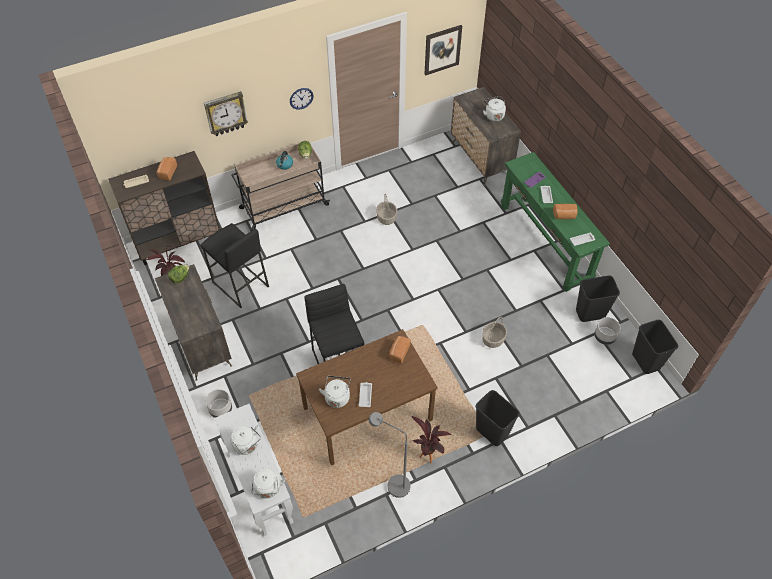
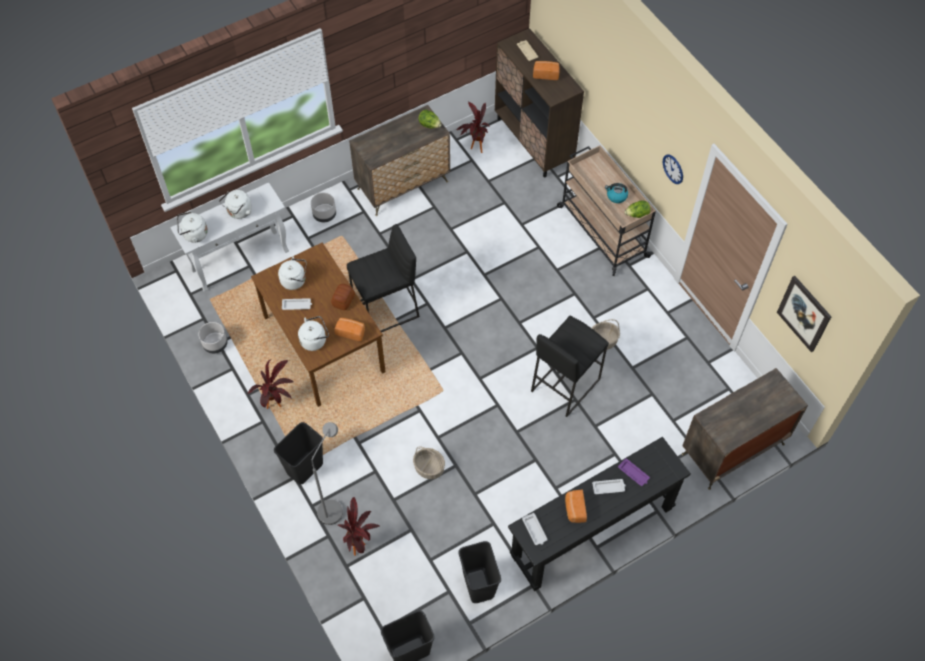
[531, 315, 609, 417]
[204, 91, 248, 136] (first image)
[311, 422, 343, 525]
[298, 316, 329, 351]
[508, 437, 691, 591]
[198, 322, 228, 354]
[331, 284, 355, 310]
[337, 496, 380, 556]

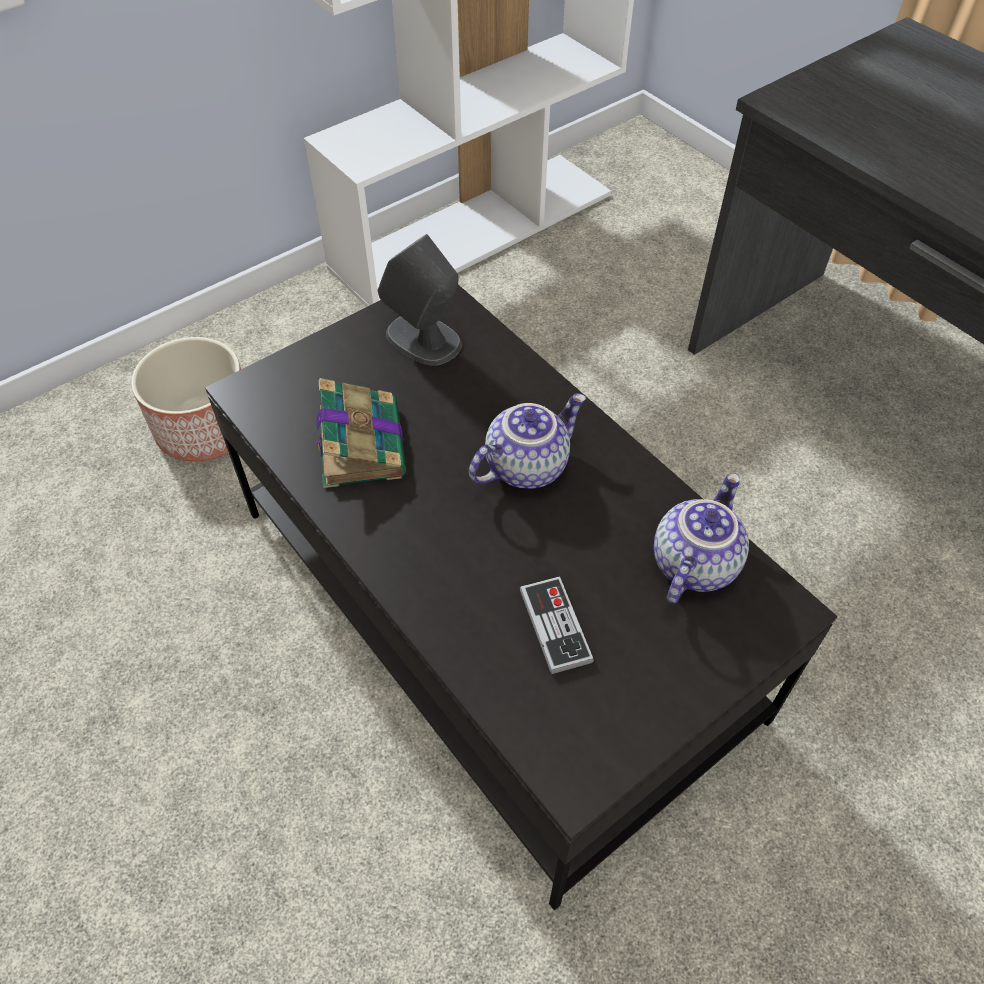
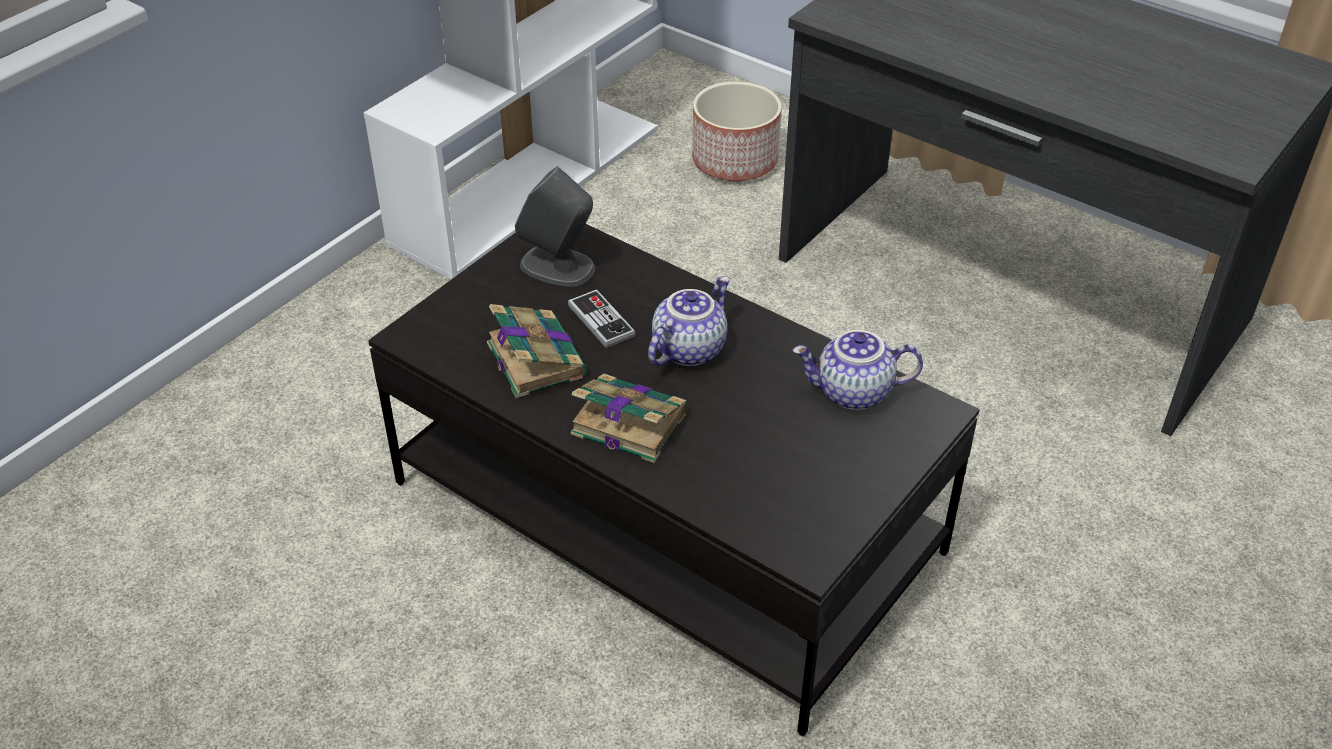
[692, 81, 782, 181]
[568, 289, 636, 348]
[793, 330, 923, 410]
[571, 374, 687, 463]

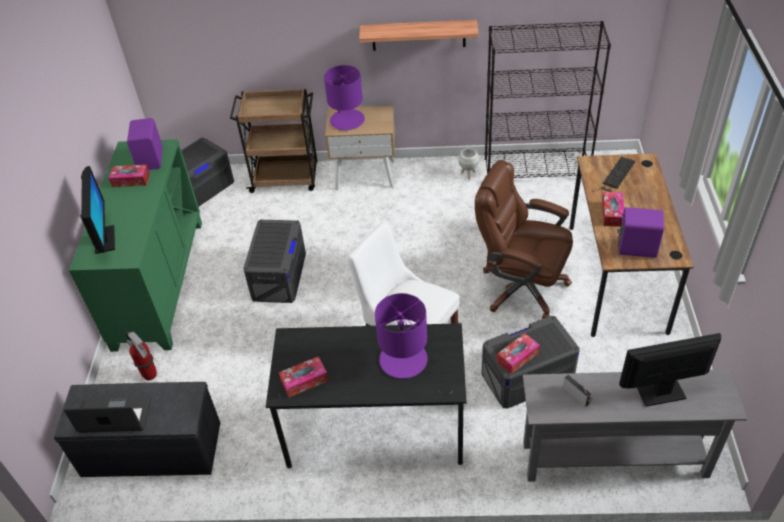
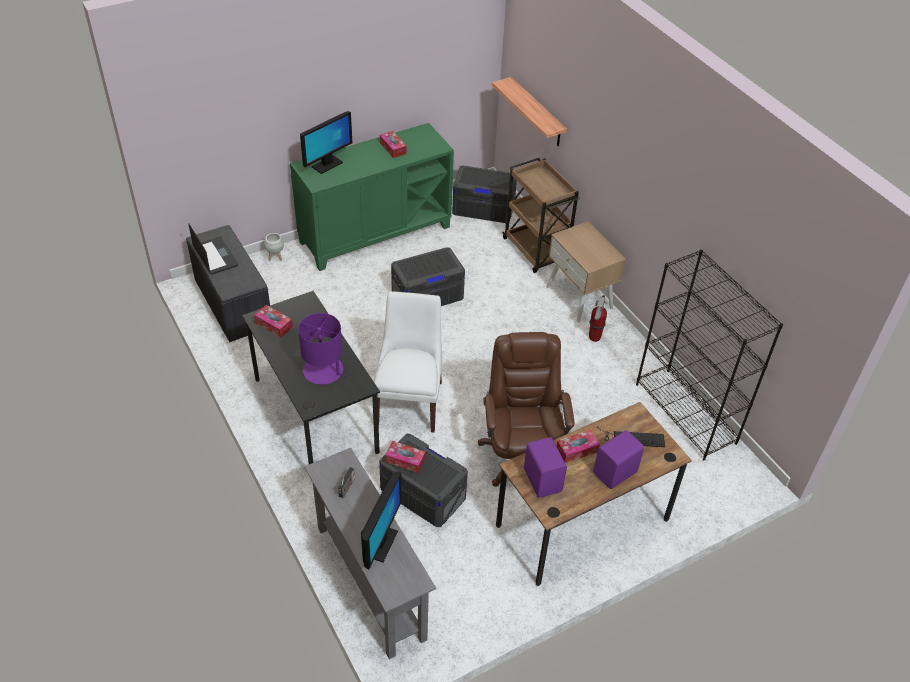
[589, 295, 607, 342]
[593, 430, 644, 489]
[324, 65, 365, 130] (first image)
[492, 77, 567, 146]
[264, 233, 284, 261]
[361, 471, 402, 569]

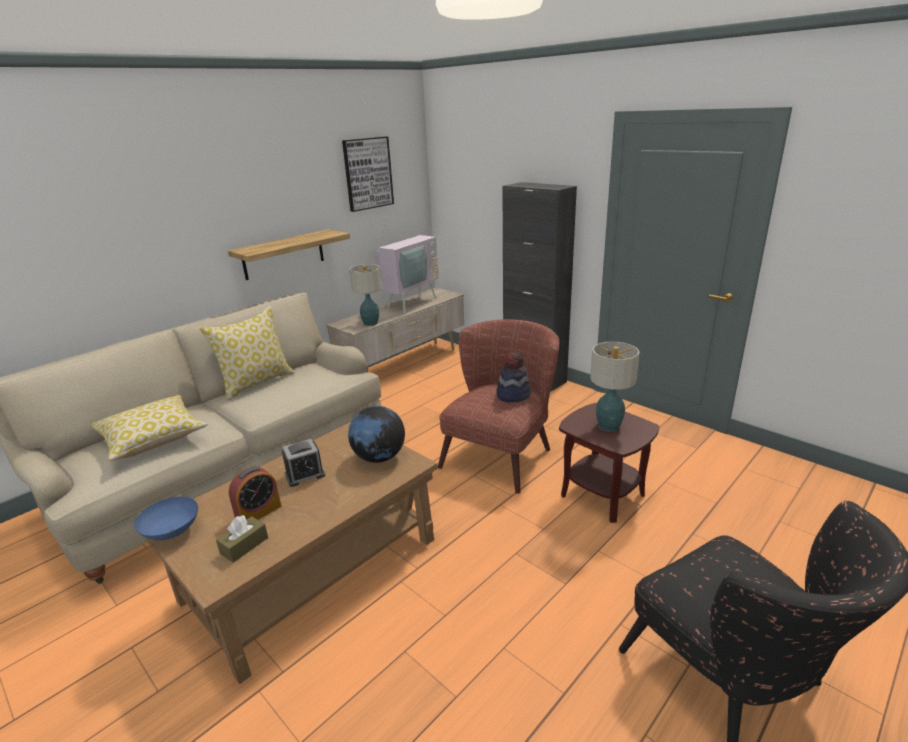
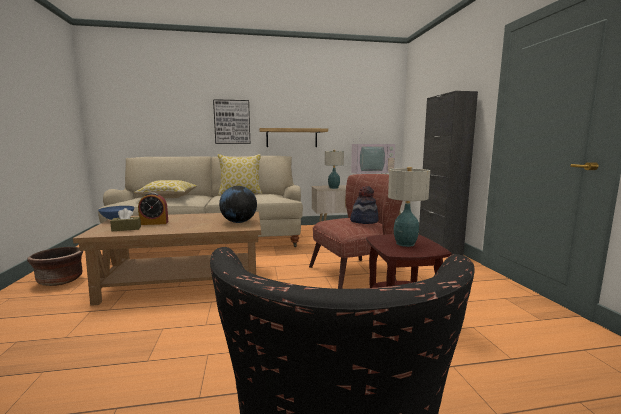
[282, 439, 325, 487] (first image)
[213, 99, 250, 144]
[27, 247, 83, 286]

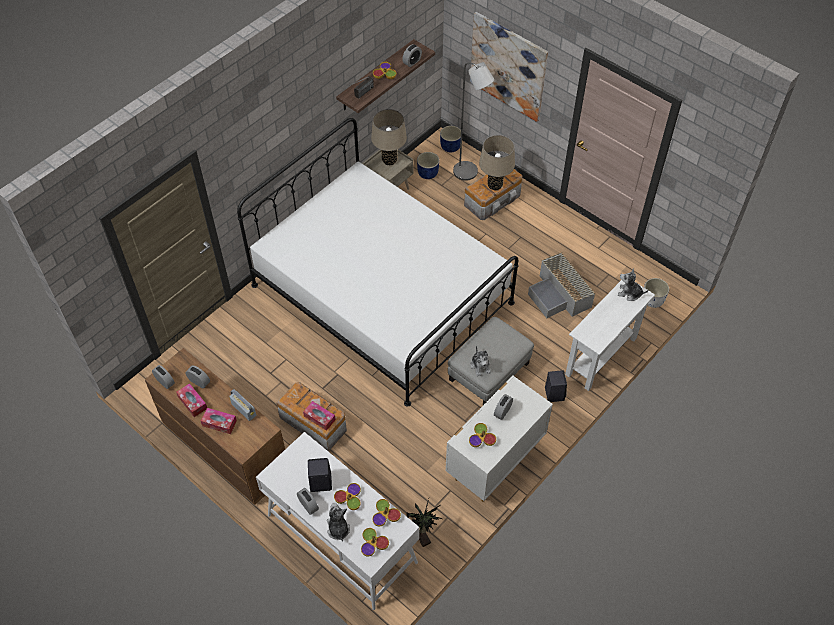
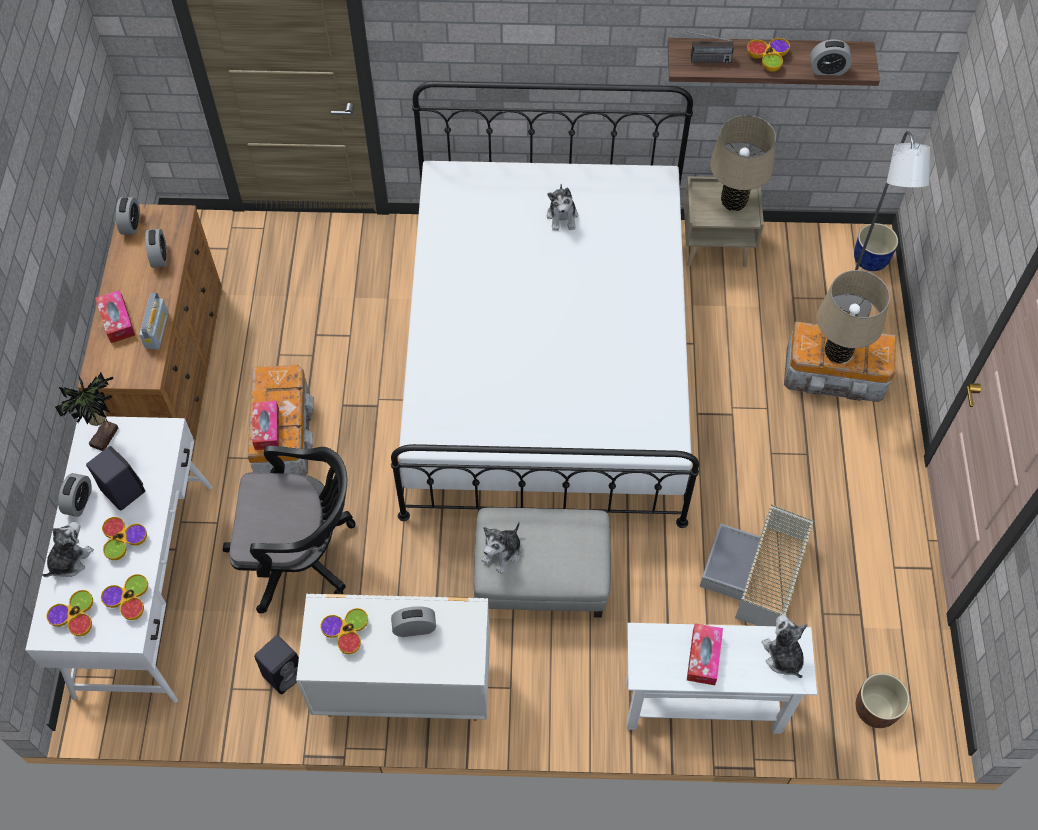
[687, 623, 723, 685]
[55, 373, 118, 451]
[417, 152, 439, 179] (first image)
[470, 12, 548, 122] (first image)
[254, 635, 299, 694]
[856, 673, 910, 728]
[223, 446, 356, 614]
[547, 184, 578, 231]

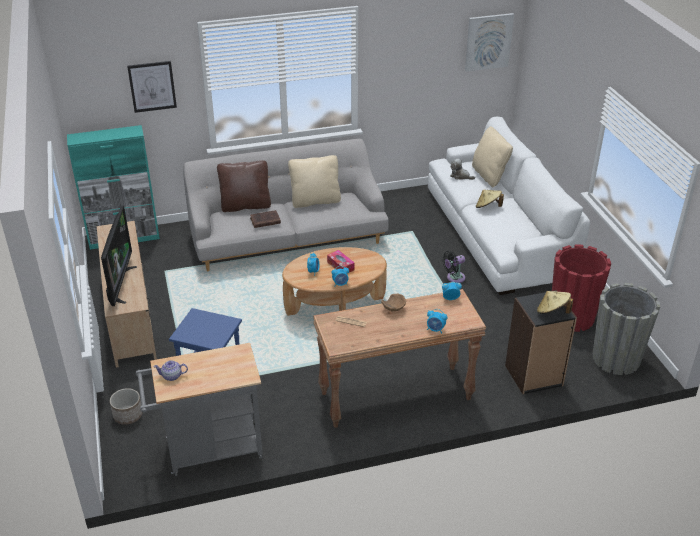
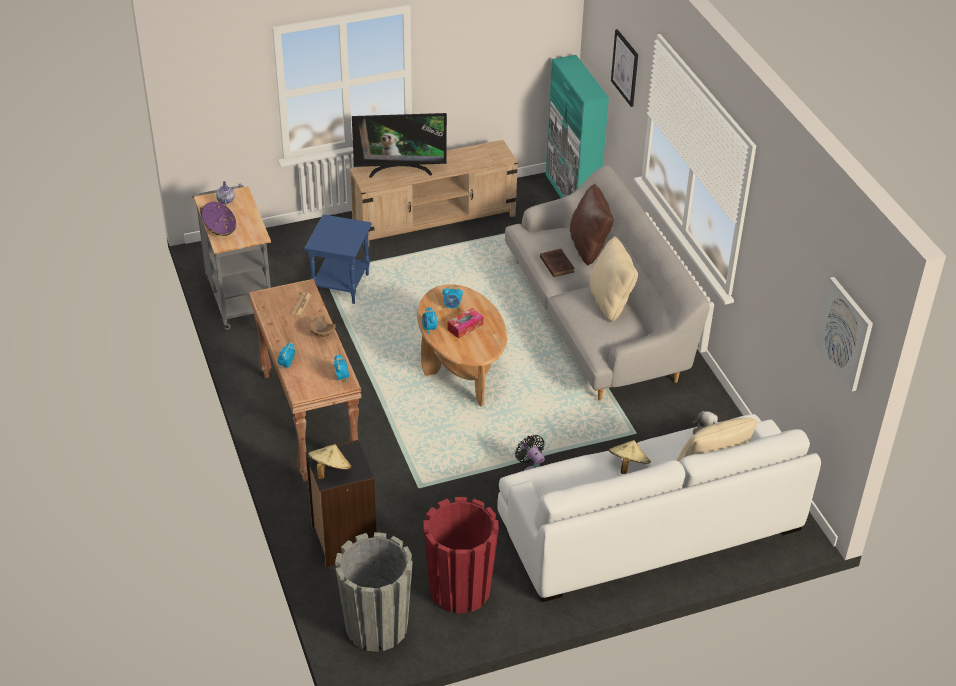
[110, 388, 143, 425] (first image)
[200, 202, 236, 236]

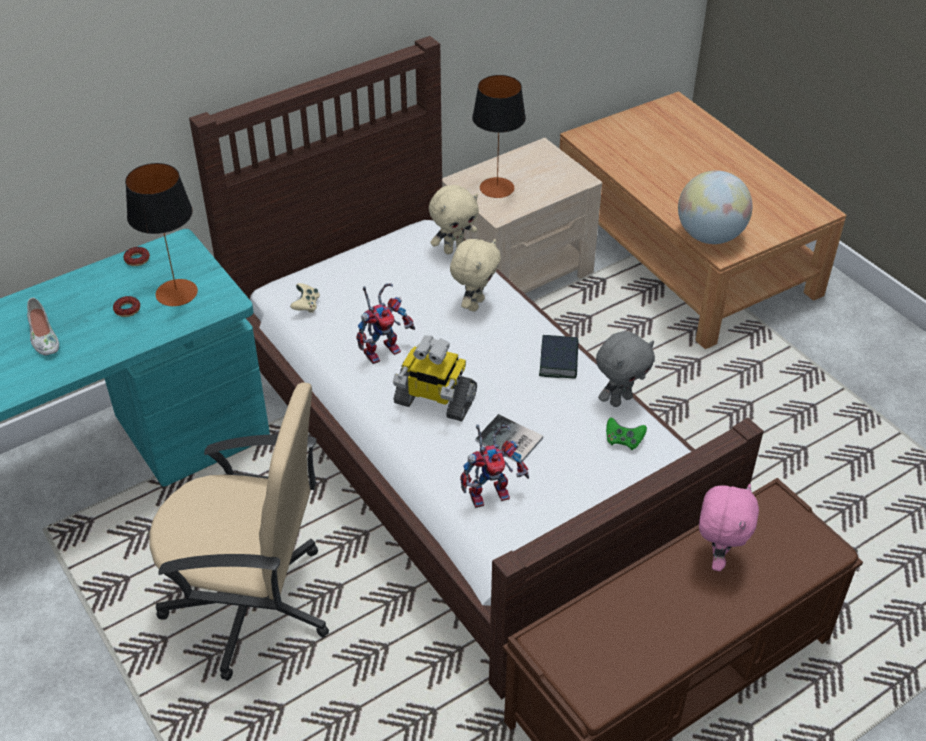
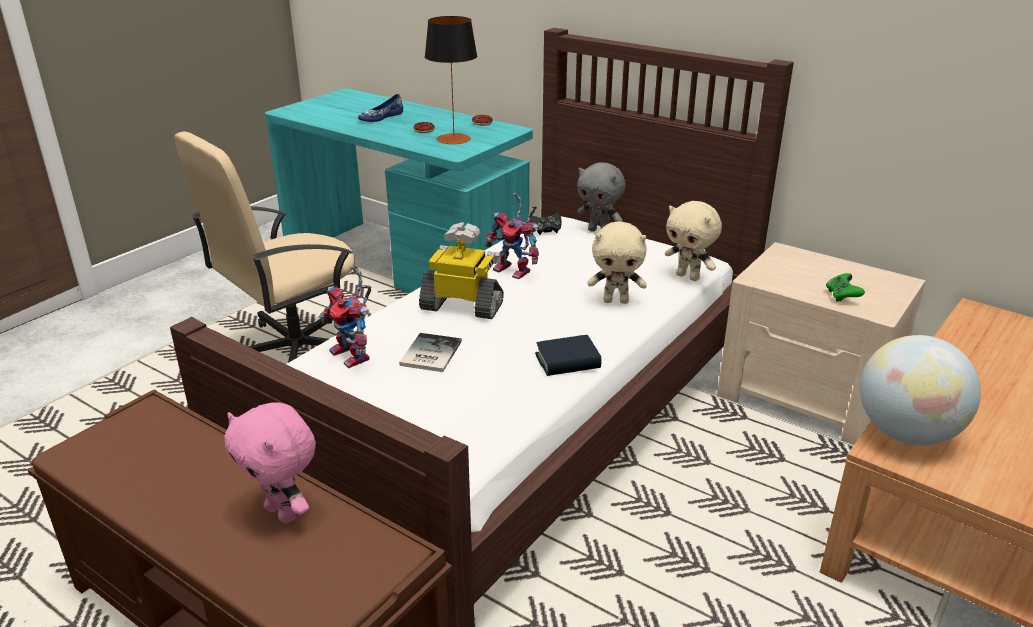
[358, 94, 403, 122]
[174, 131, 355, 363]
[529, 213, 562, 235]
[419, 222, 504, 319]
[472, 75, 526, 198] (first image)
[577, 162, 626, 232]
[826, 273, 865, 302]
[224, 402, 316, 523]

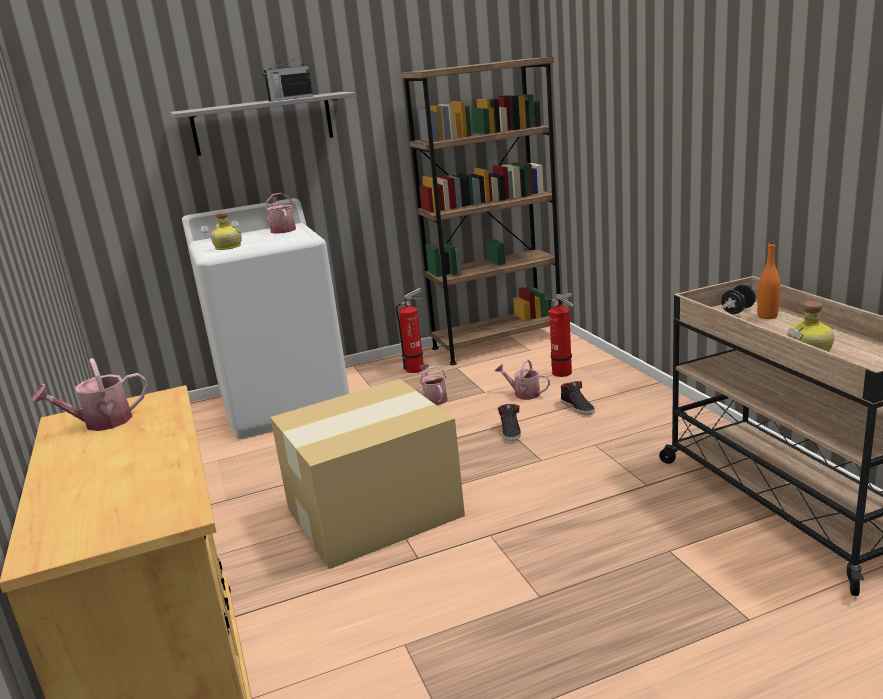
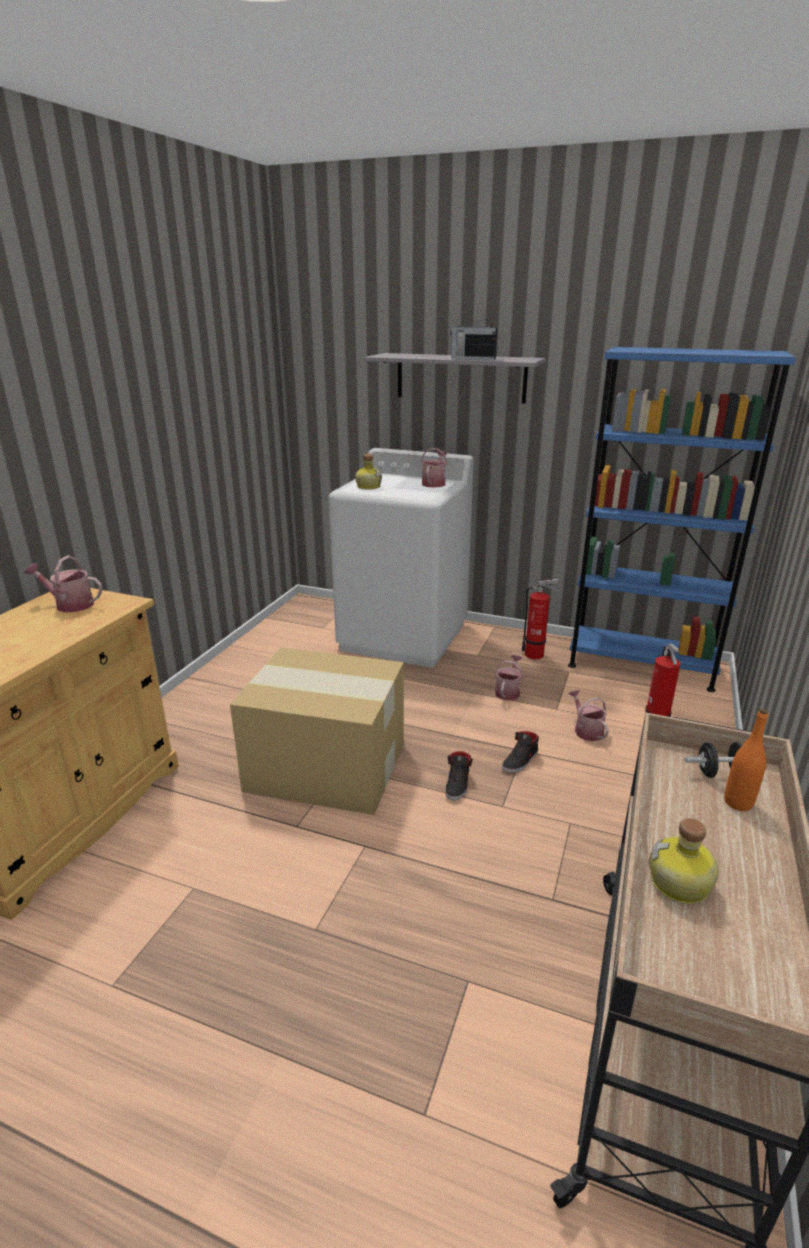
[568, 347, 796, 692]
[445, 751, 473, 801]

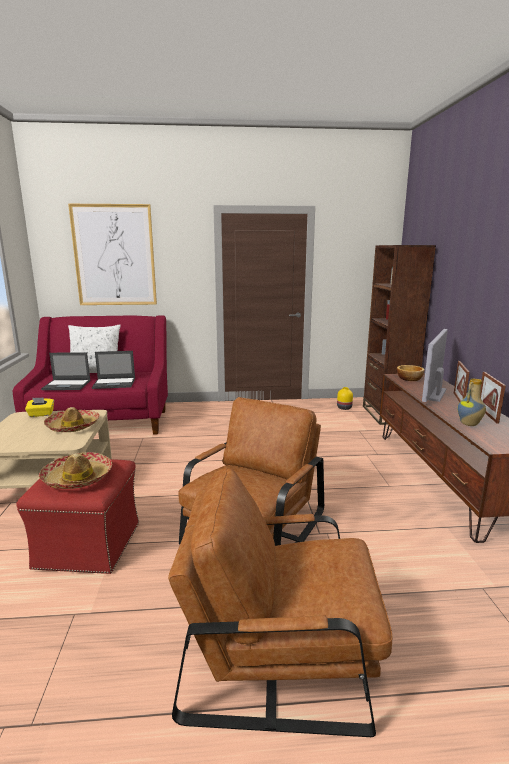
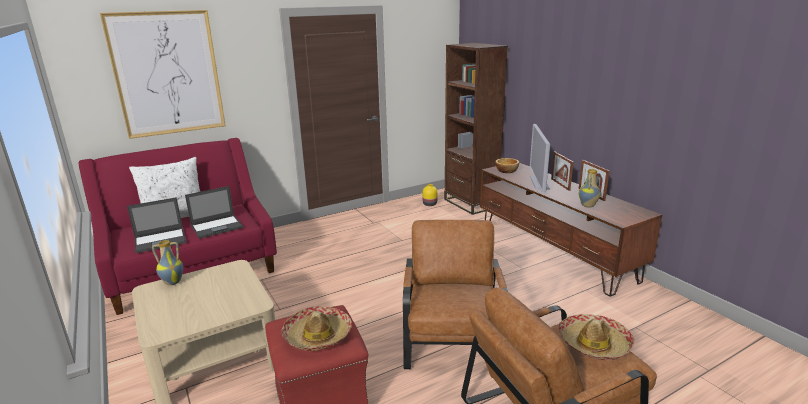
[152, 240, 184, 285]
[558, 314, 634, 361]

